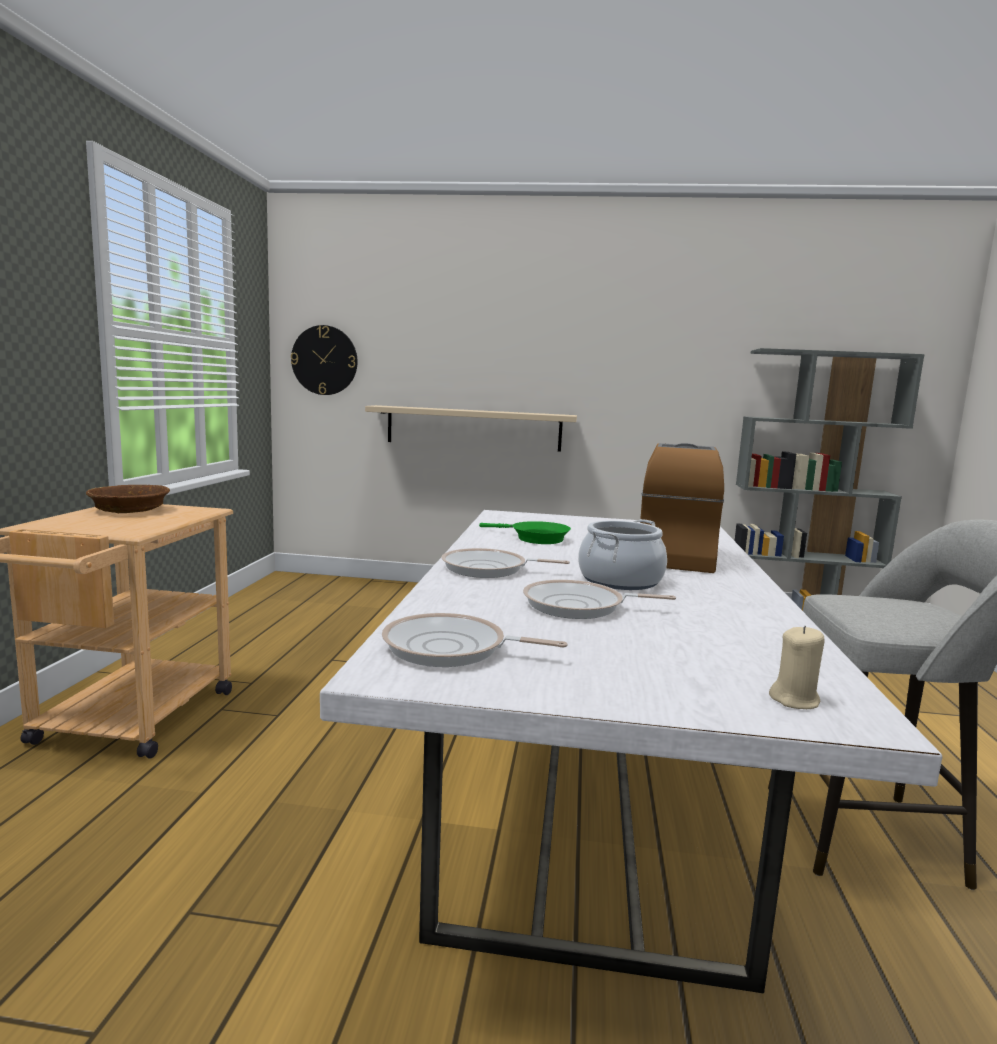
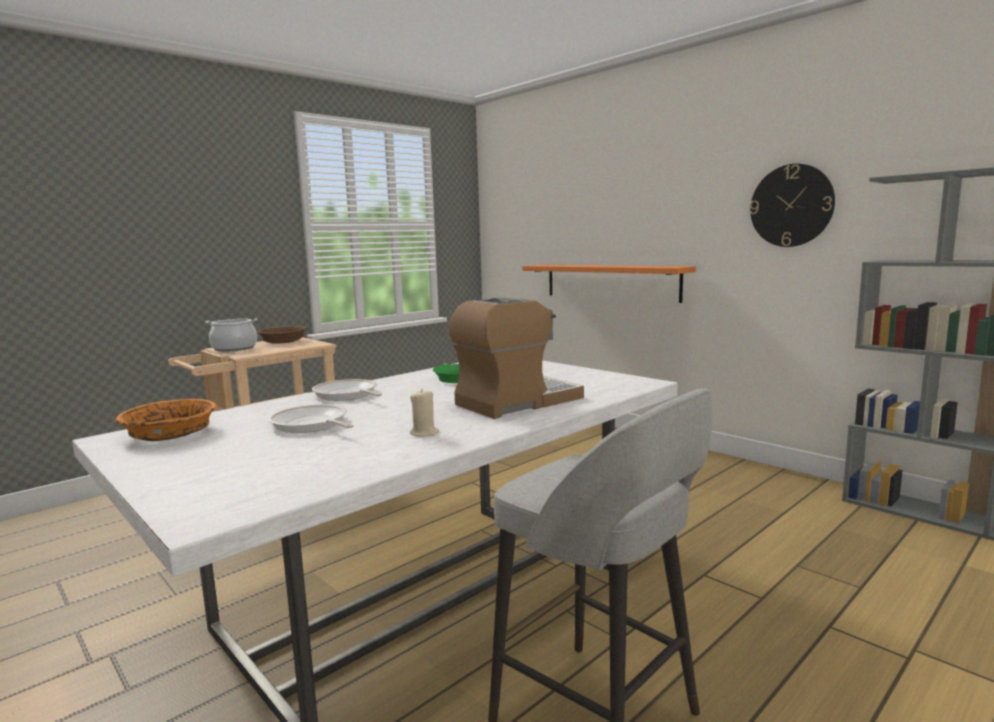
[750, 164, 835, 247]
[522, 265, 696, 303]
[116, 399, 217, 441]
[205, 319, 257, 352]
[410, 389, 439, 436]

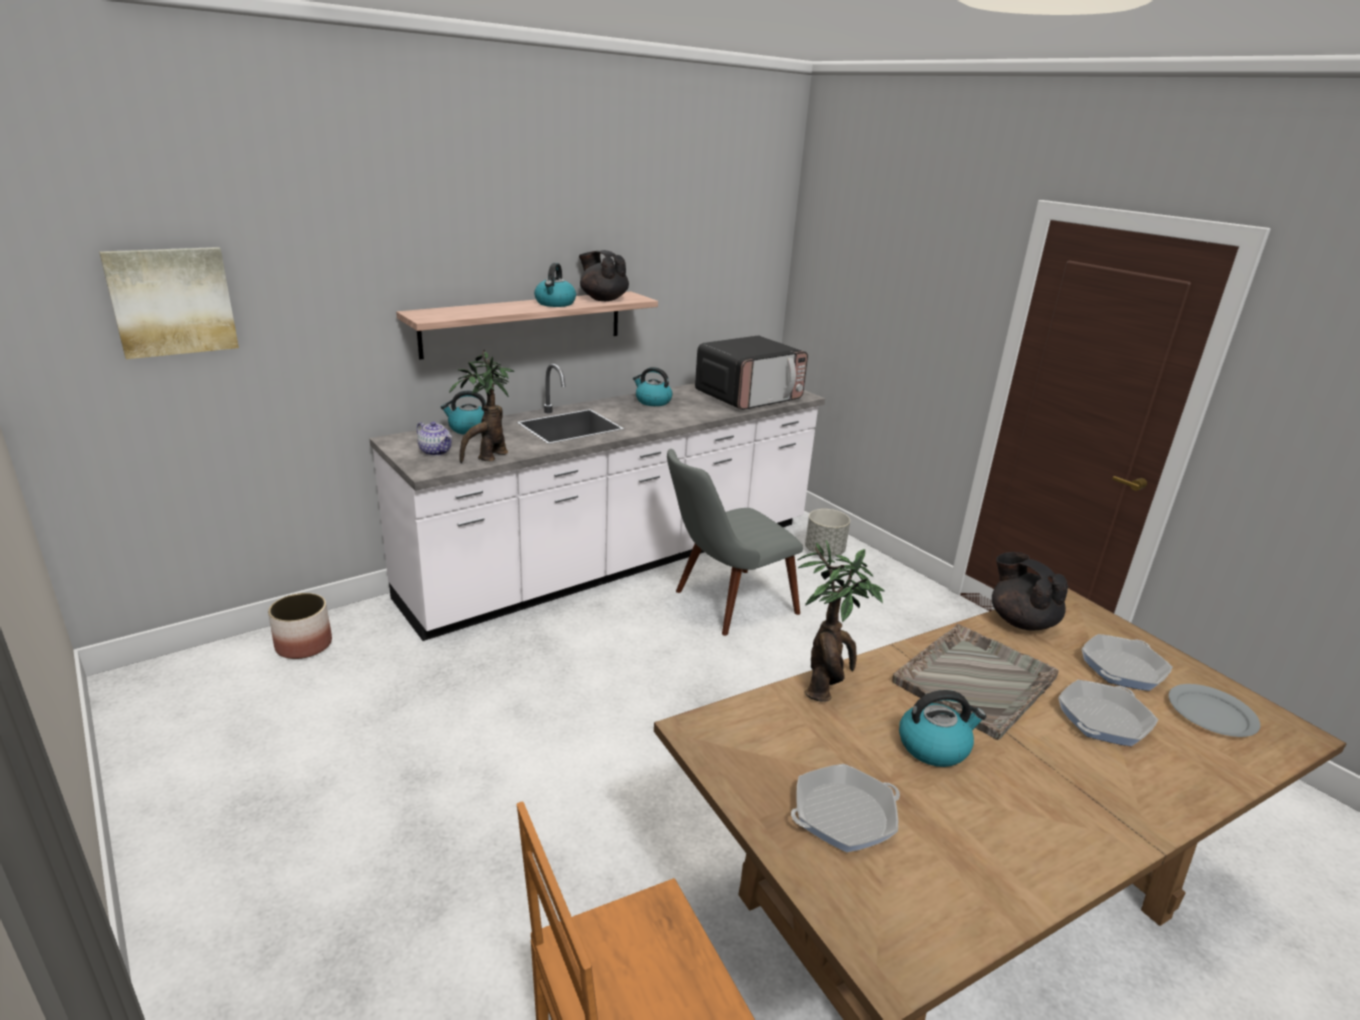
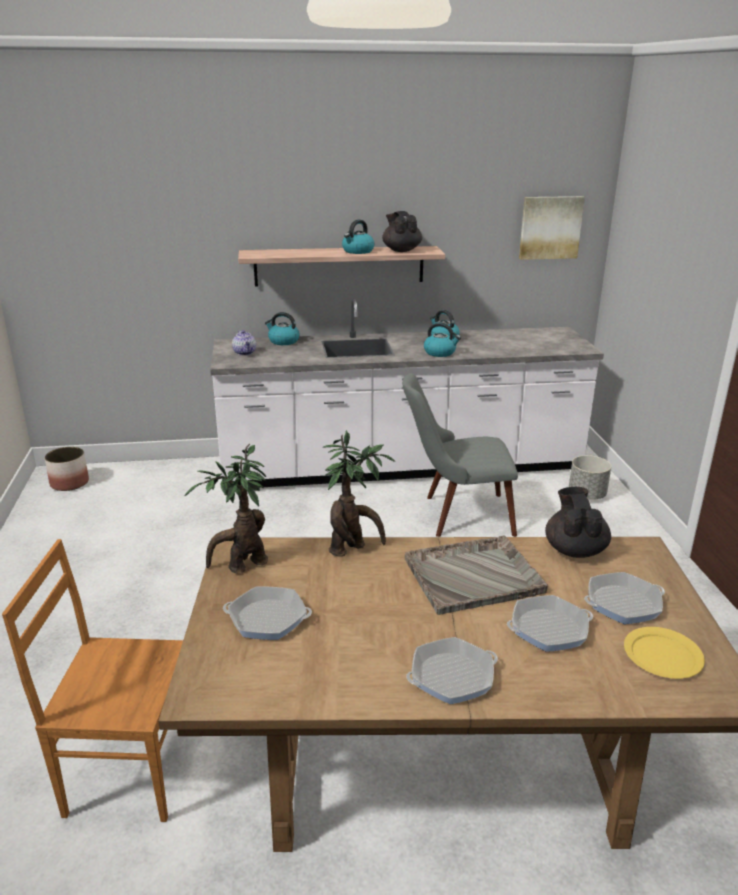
[519, 196, 585, 260]
[45, 447, 89, 491]
[185, 444, 268, 573]
[695, 336, 808, 410] (first image)
[424, 322, 461, 357]
[624, 627, 705, 679]
[406, 637, 498, 704]

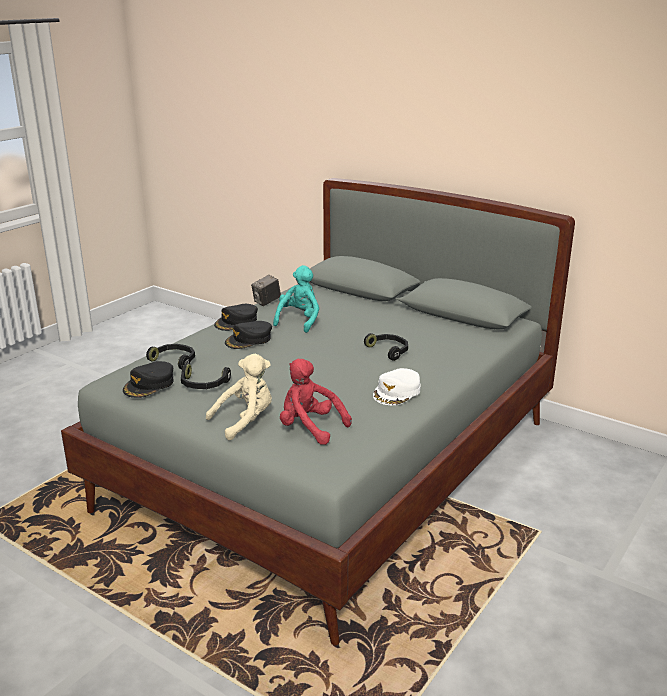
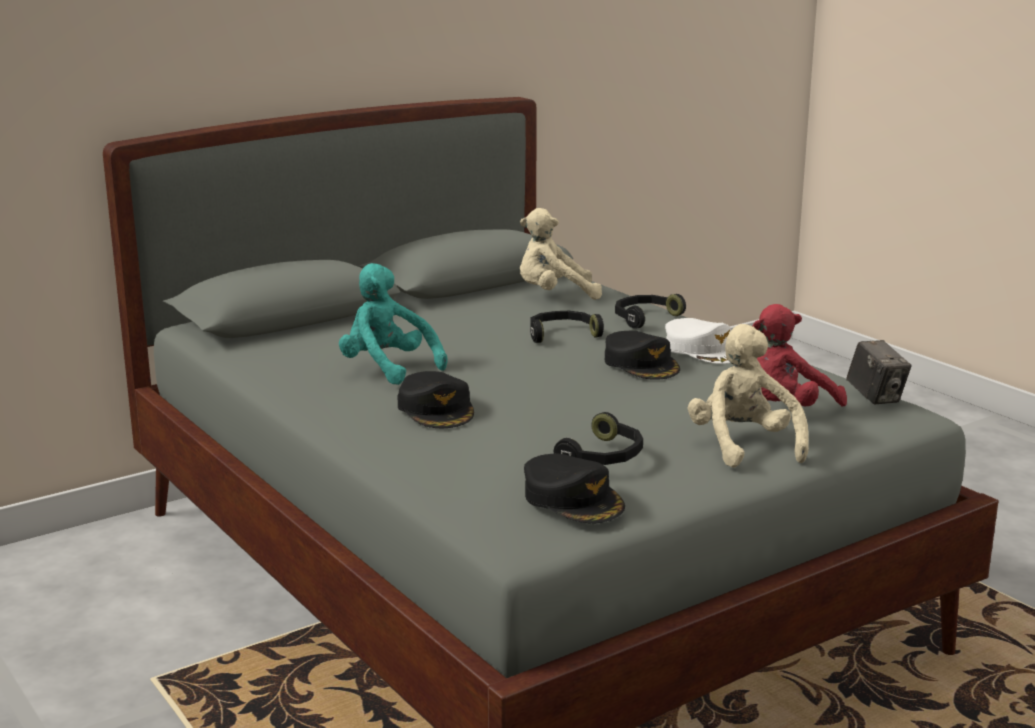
[615, 294, 686, 329]
[605, 331, 680, 380]
[847, 340, 911, 404]
[520, 208, 602, 300]

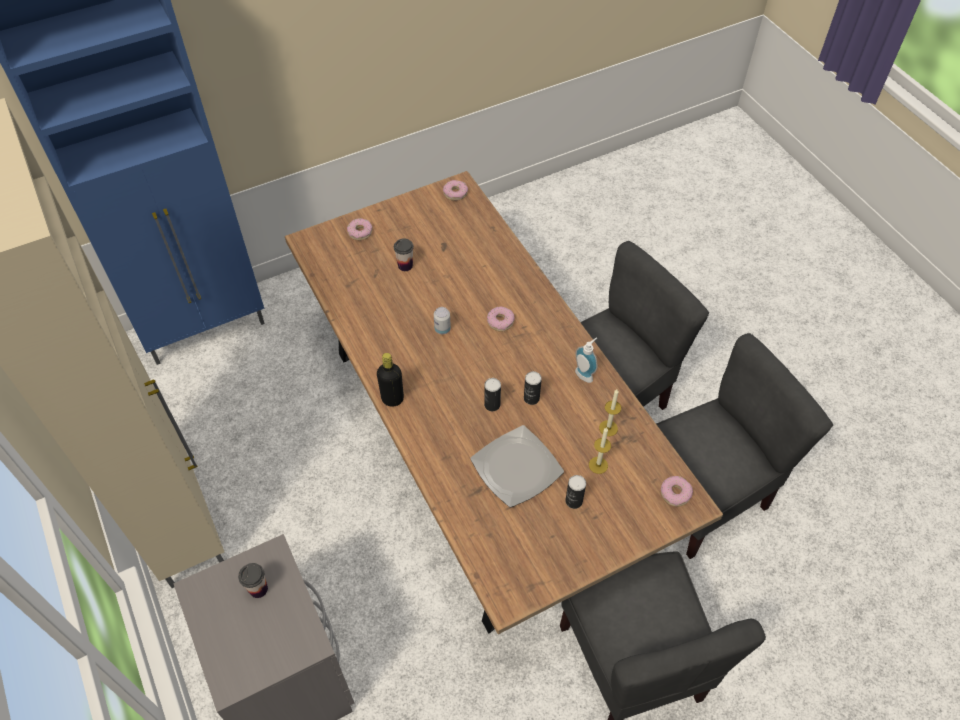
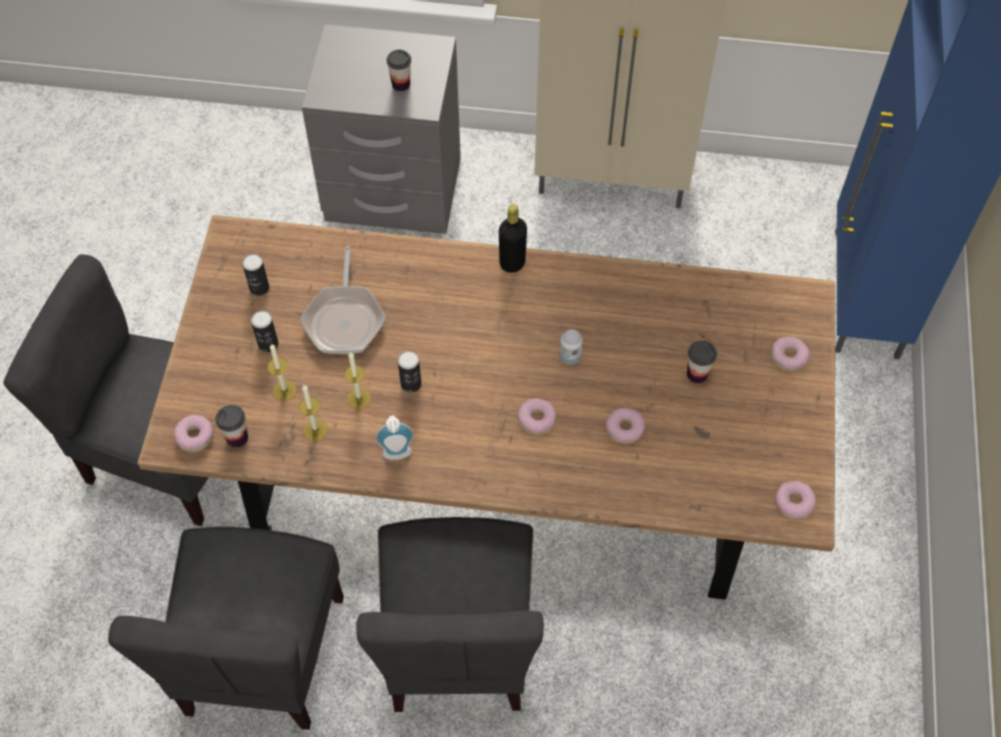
[300, 246, 386, 354]
[242, 254, 269, 296]
[215, 405, 248, 447]
[344, 352, 371, 409]
[606, 408, 645, 444]

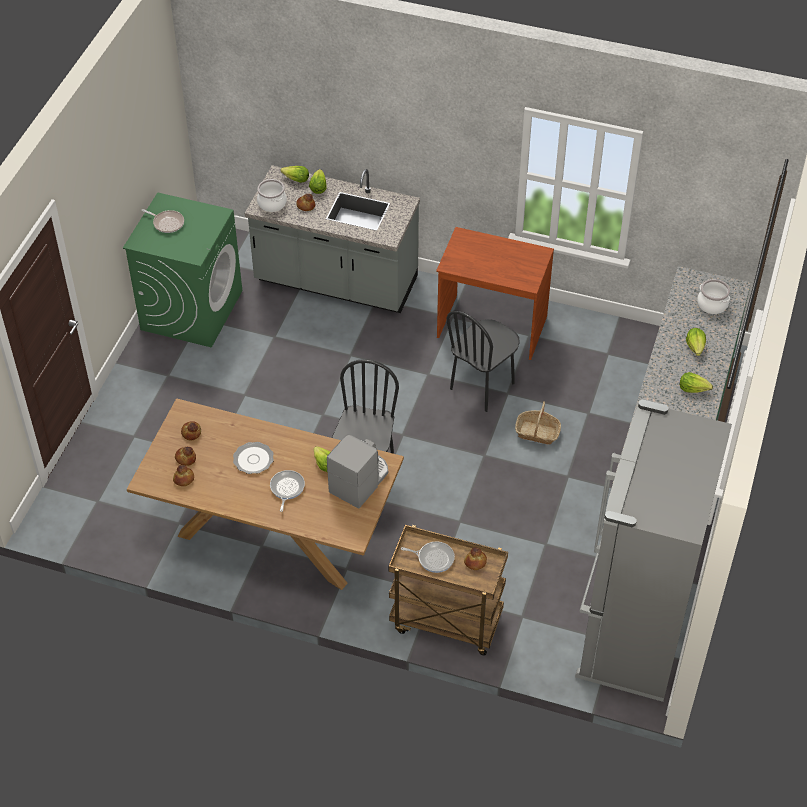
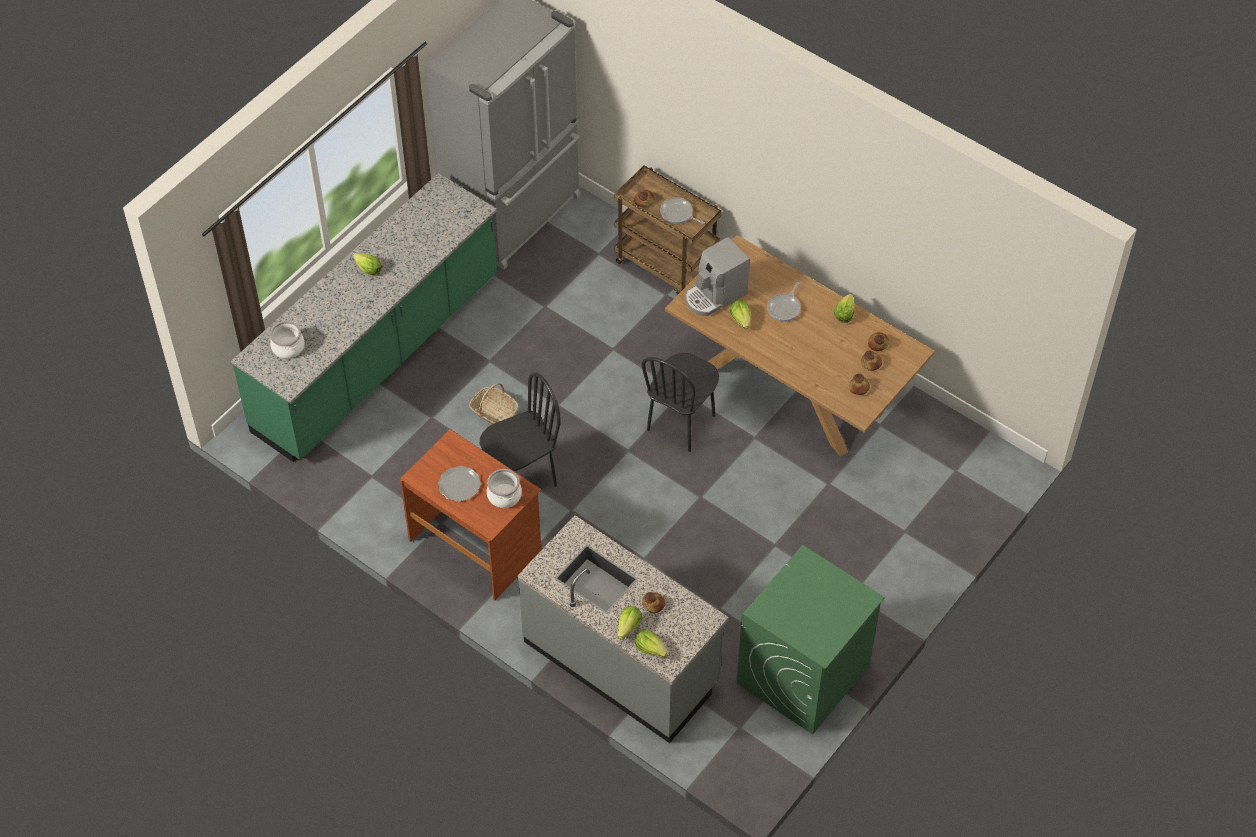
[141, 209, 184, 233] (first image)
[438, 466, 481, 502]
[487, 469, 522, 508]
[833, 294, 854, 323]

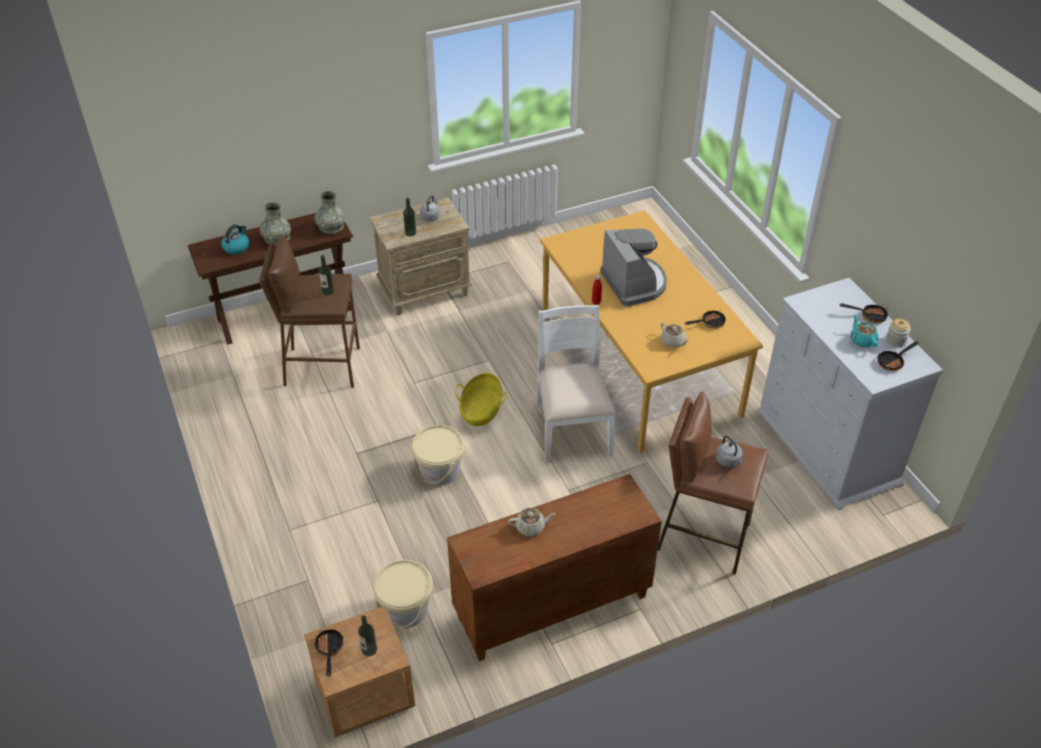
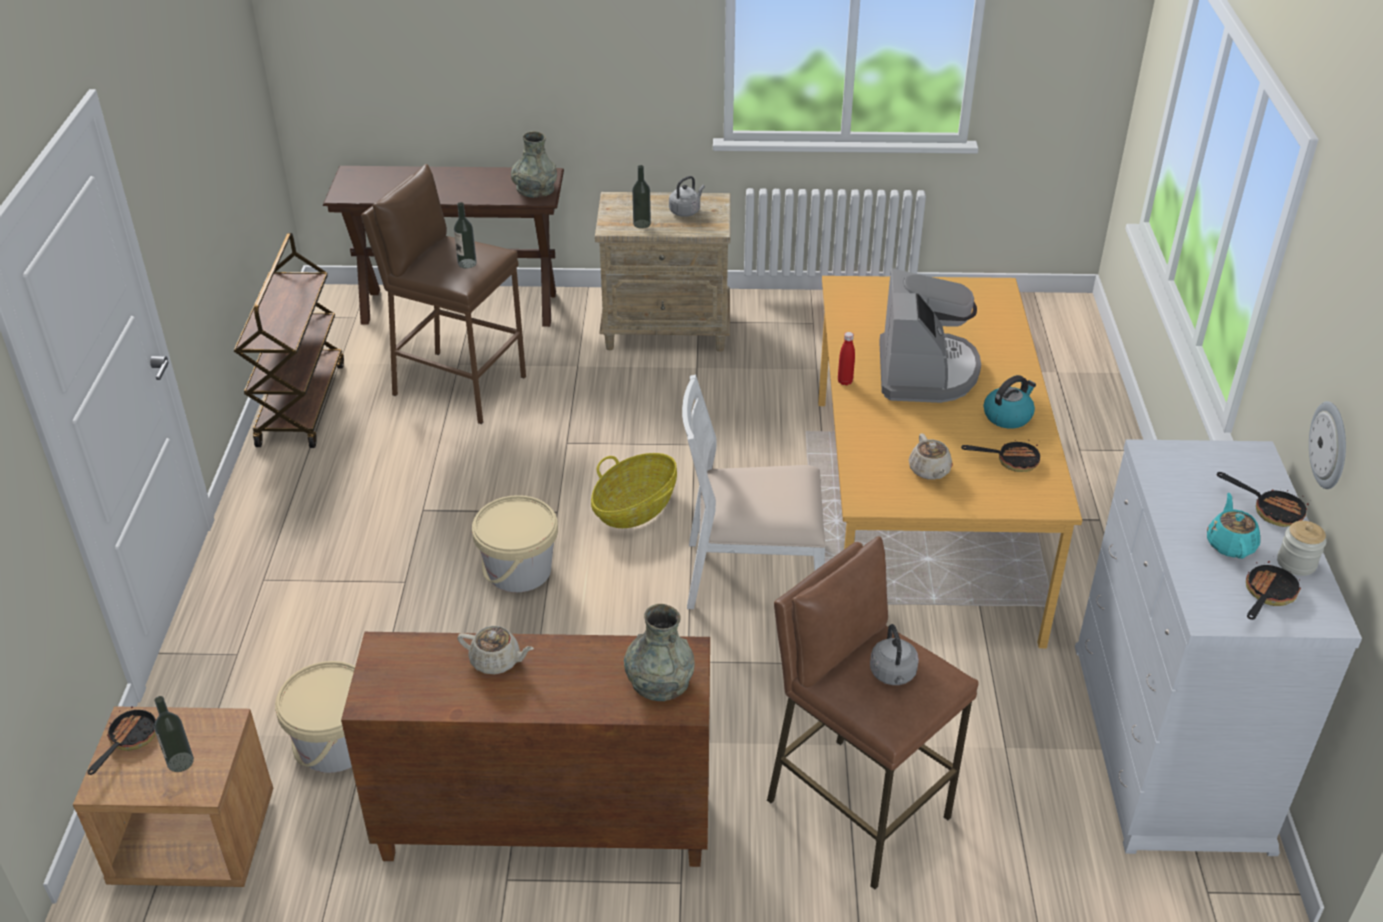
[984, 375, 1036, 429]
[624, 604, 695, 701]
[682, 374, 825, 609]
[1246, 561, 1301, 620]
[234, 233, 344, 448]
[1309, 401, 1346, 489]

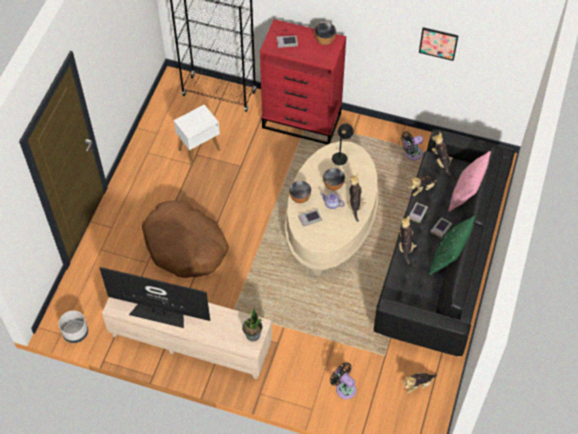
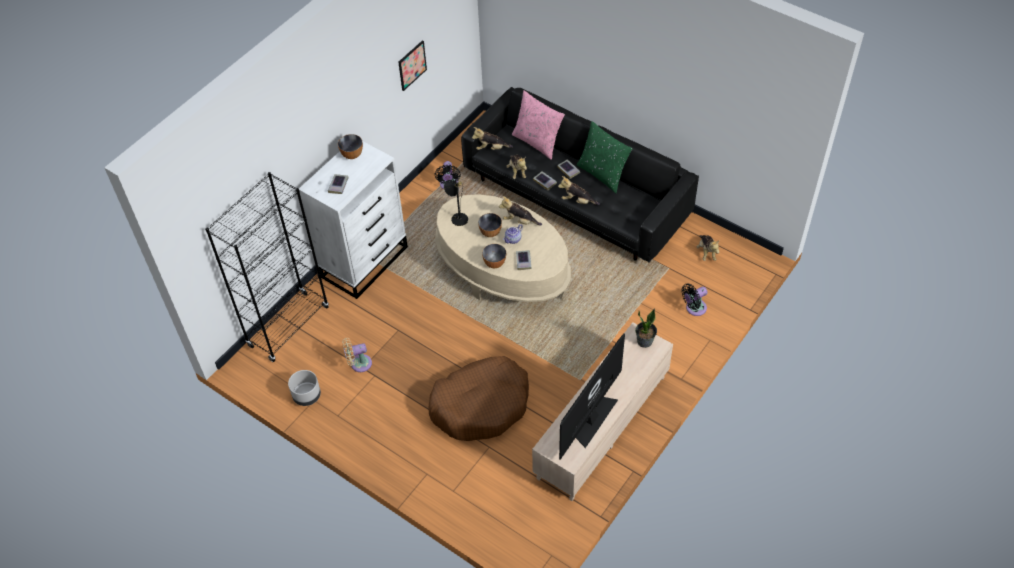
[288, 370, 321, 406]
[342, 338, 372, 372]
[299, 141, 408, 299]

